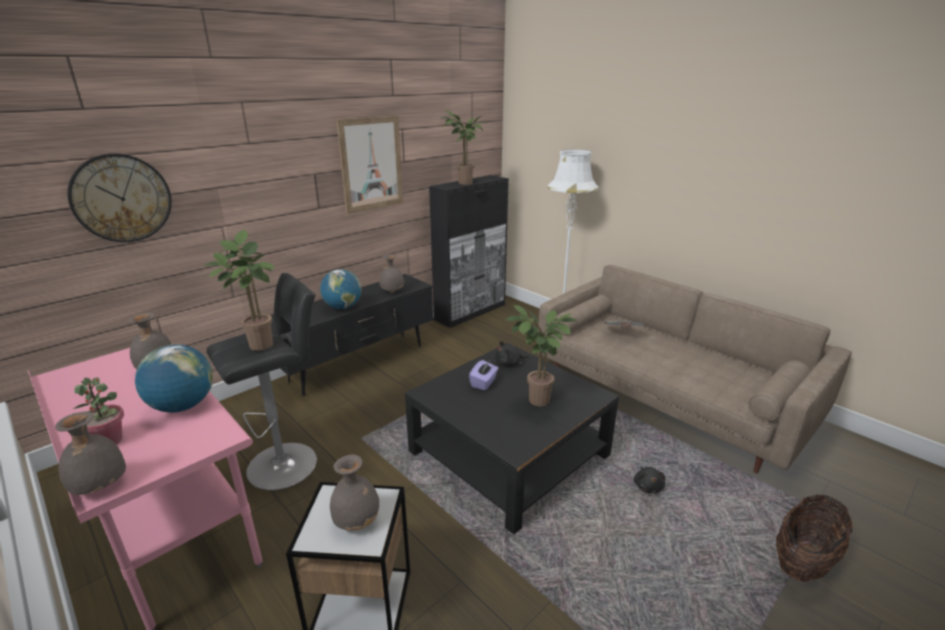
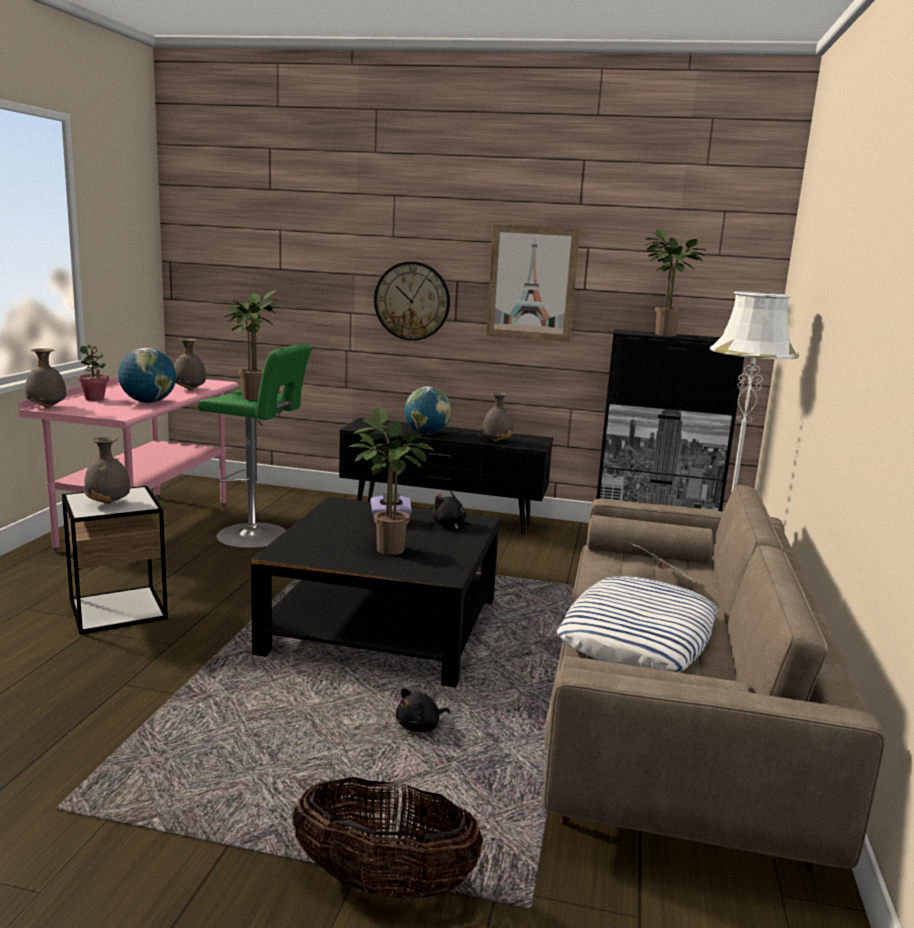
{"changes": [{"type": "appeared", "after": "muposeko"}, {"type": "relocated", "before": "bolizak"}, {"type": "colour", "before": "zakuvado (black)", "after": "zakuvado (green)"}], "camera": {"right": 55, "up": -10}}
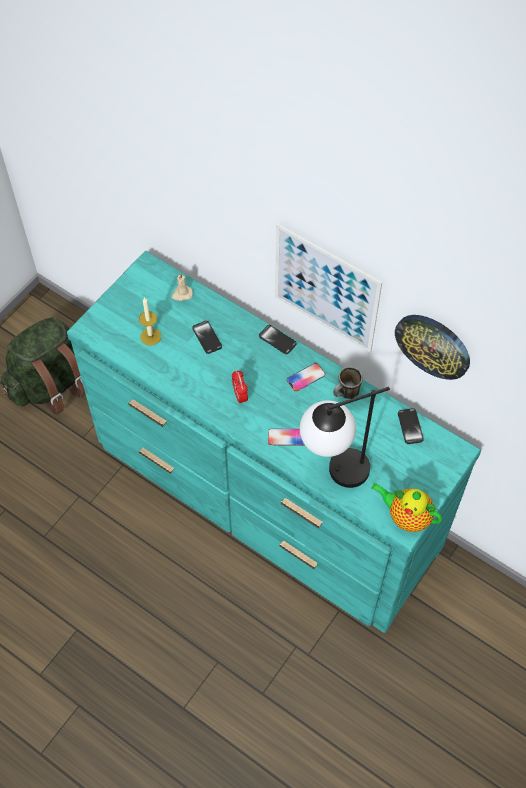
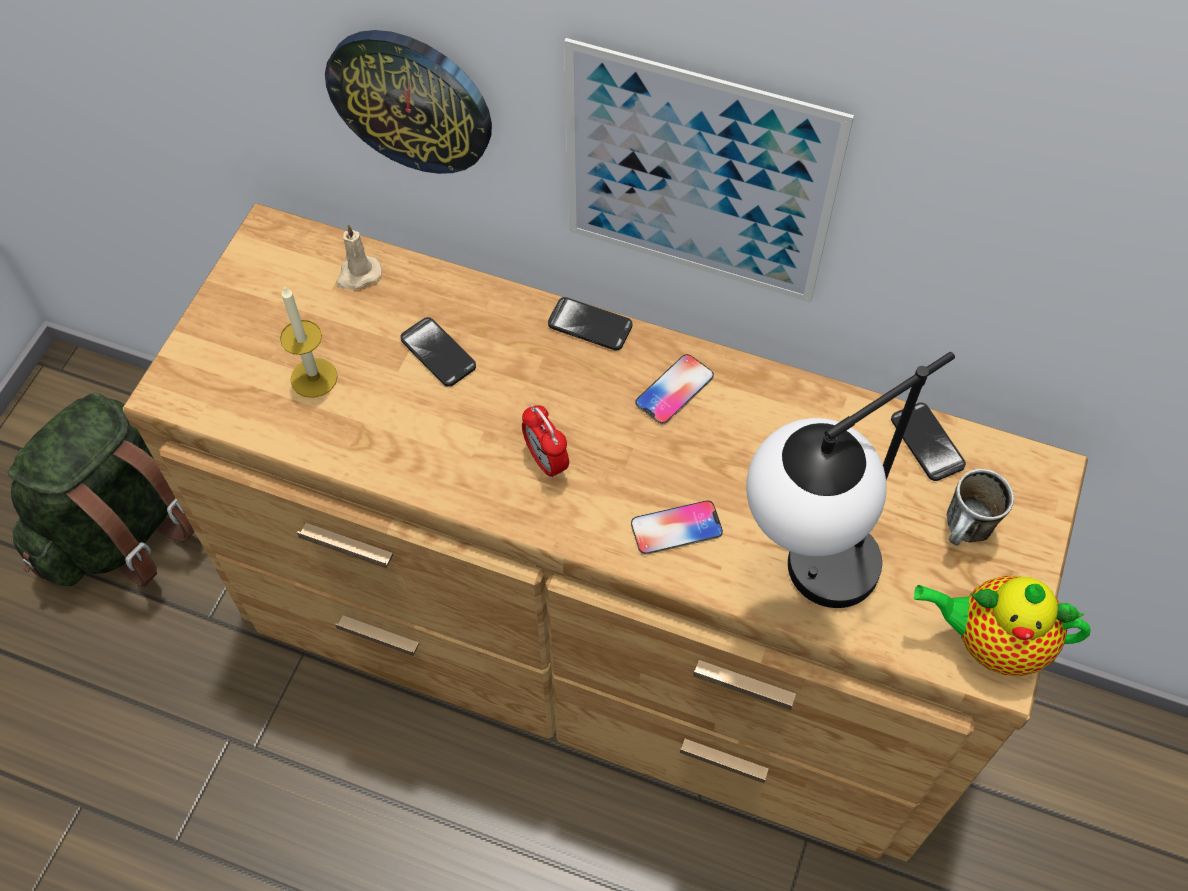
{"changes": [{"type": "relocated", "before": "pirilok"}, {"type": "relocated", "before": "bolizak"}, {"type": "colour", "before": "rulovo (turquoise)", "after": "rulovo (brown)"}], "camera": {"right": -15, "up": 0}}
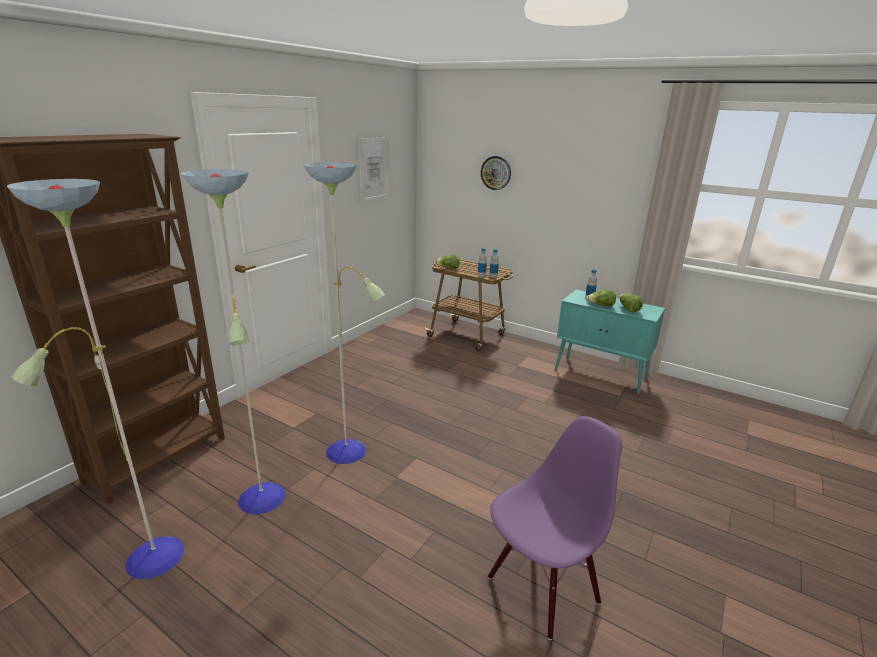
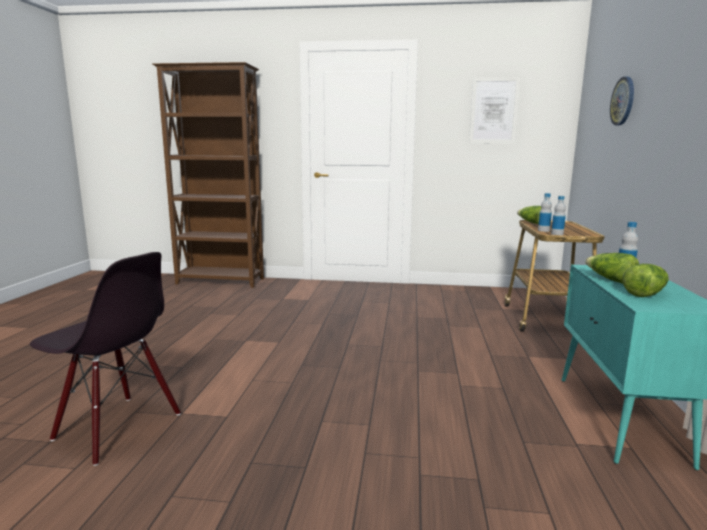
{"changes": [{"type": "missing", "before": "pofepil"}, {"type": "colour", "before": "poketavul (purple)", "after": "poketavul (black)"}], "camera": {"right": 65, "up": -10}}
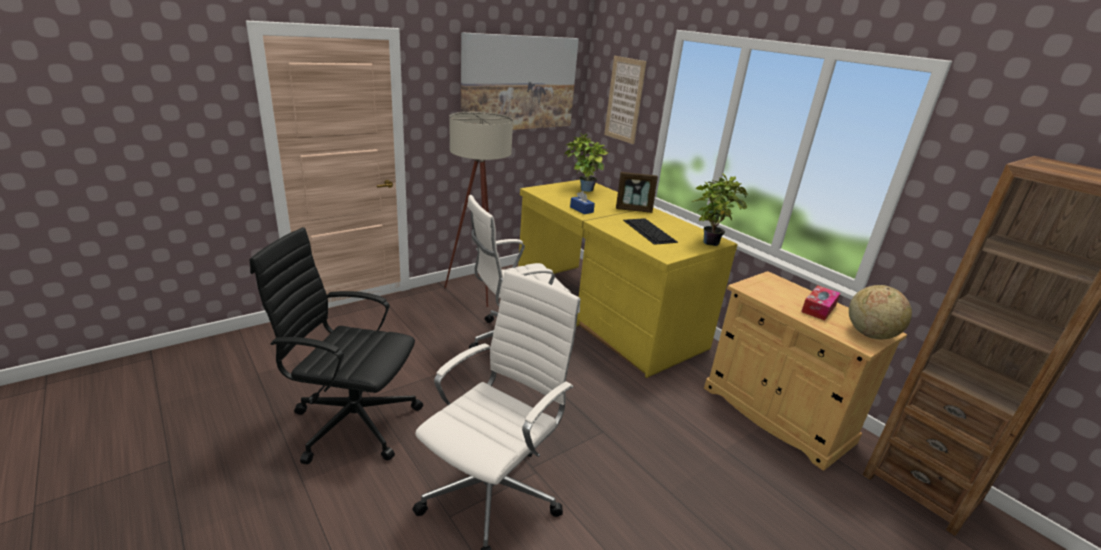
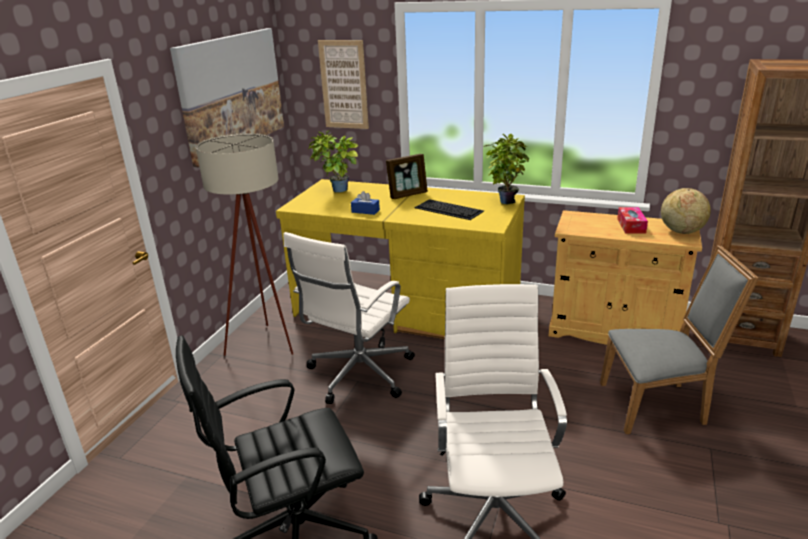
{"changes": [{"type": "appeared", "after": "poketavul (grey)"}], "camera": {"right": -30, "up": 0}}
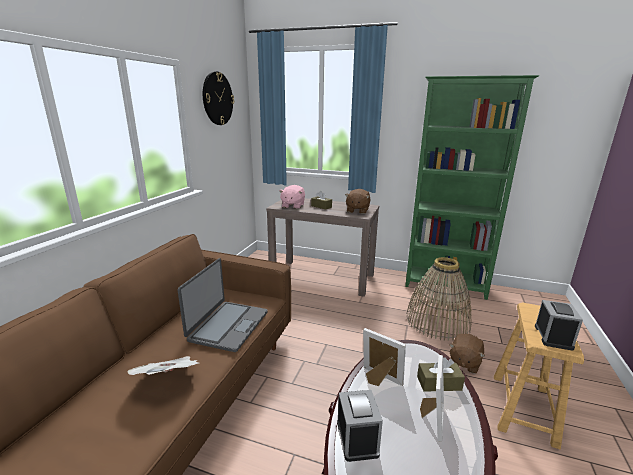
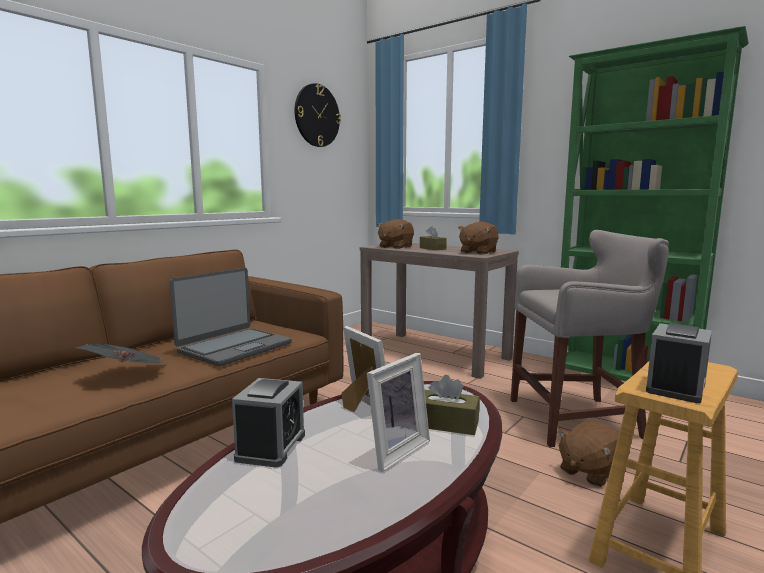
{"changes": [{"type": "exchanged", "before": "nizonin", "after": "zakuvado (grey)"}, {"type": "colour", "before": "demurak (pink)", "after": "demurak (brown) (no. 1 from left)"}], "camera": {"right": 20, "up": -10}}
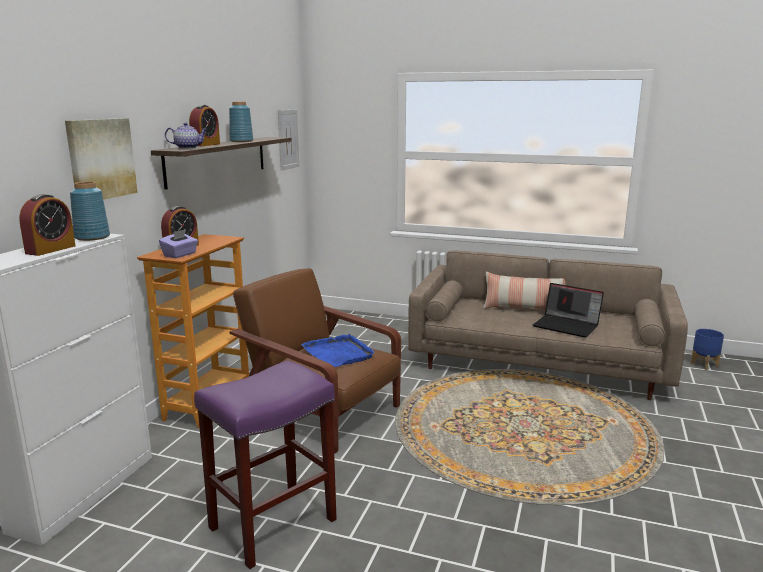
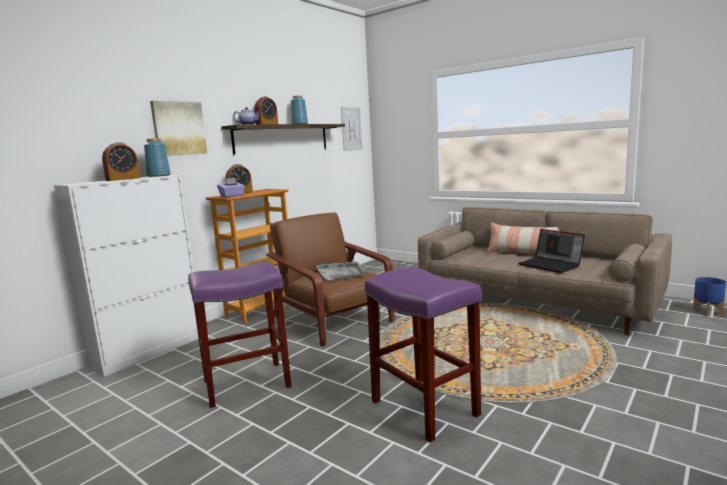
{"changes": [{"type": "appeared", "after": "zakuvado (purple) (no. 2 from left)"}, {"type": "colour", "before": "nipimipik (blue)", "after": "nipimipik (grey)"}], "camera": {"right": 20, "up": -5}}
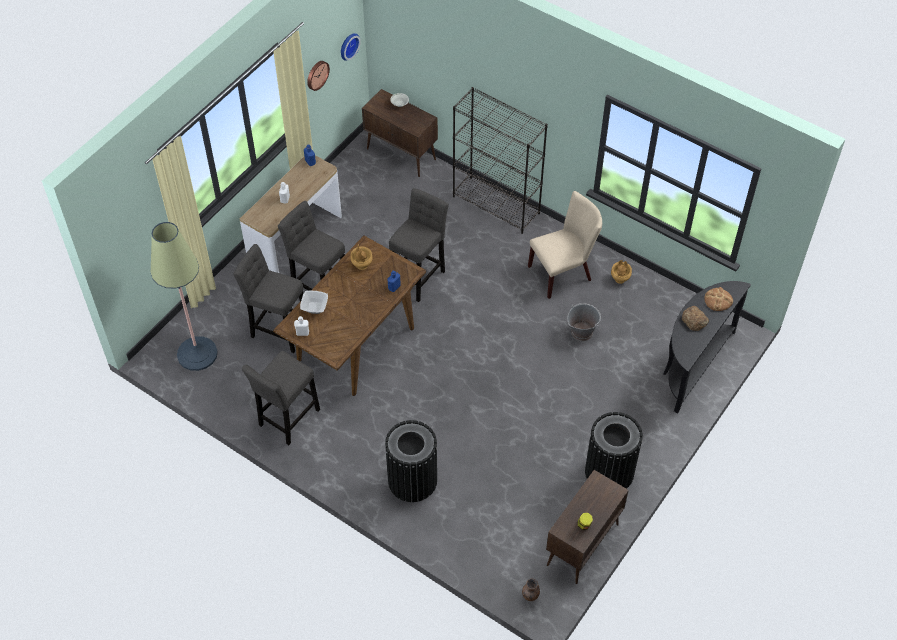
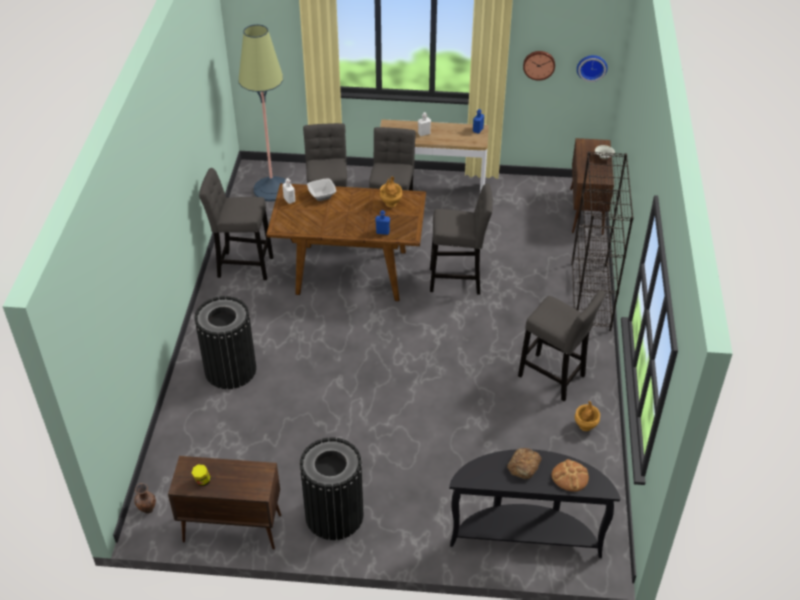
{"changes": [{"type": "missing", "before": "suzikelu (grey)"}, {"type": "exchanged", "before": "poketavul (beige)", "after": "zakuvado (grey) (no. 5 from left)"}], "camera": {"right": 60, "up": -10}}
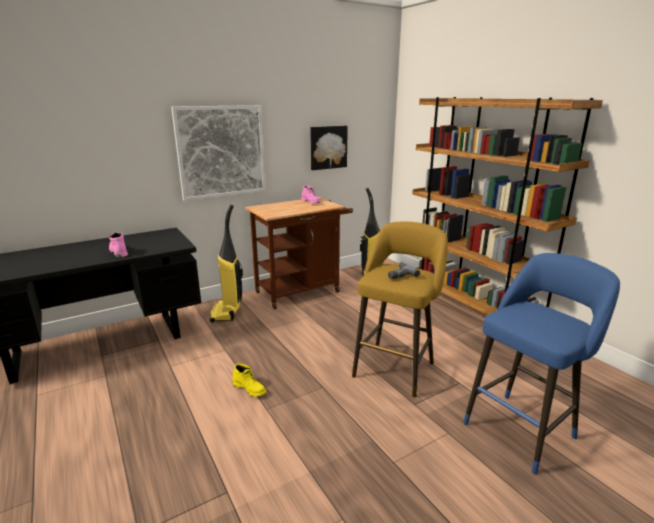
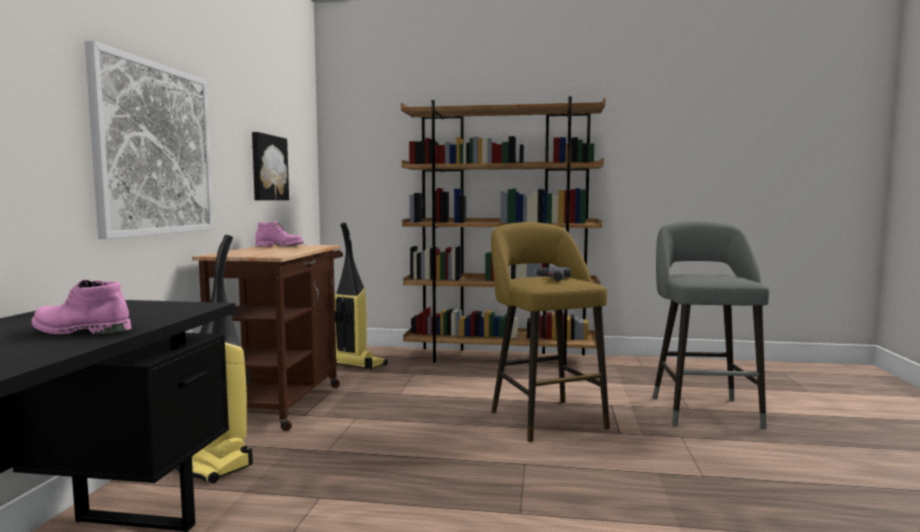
{"changes": [{"type": "missing", "before": "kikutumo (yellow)"}, {"type": "colour", "before": "zakuvado (blue)", "after": "zakuvado (grey)"}], "camera": {"right": -50, "up": -15}}
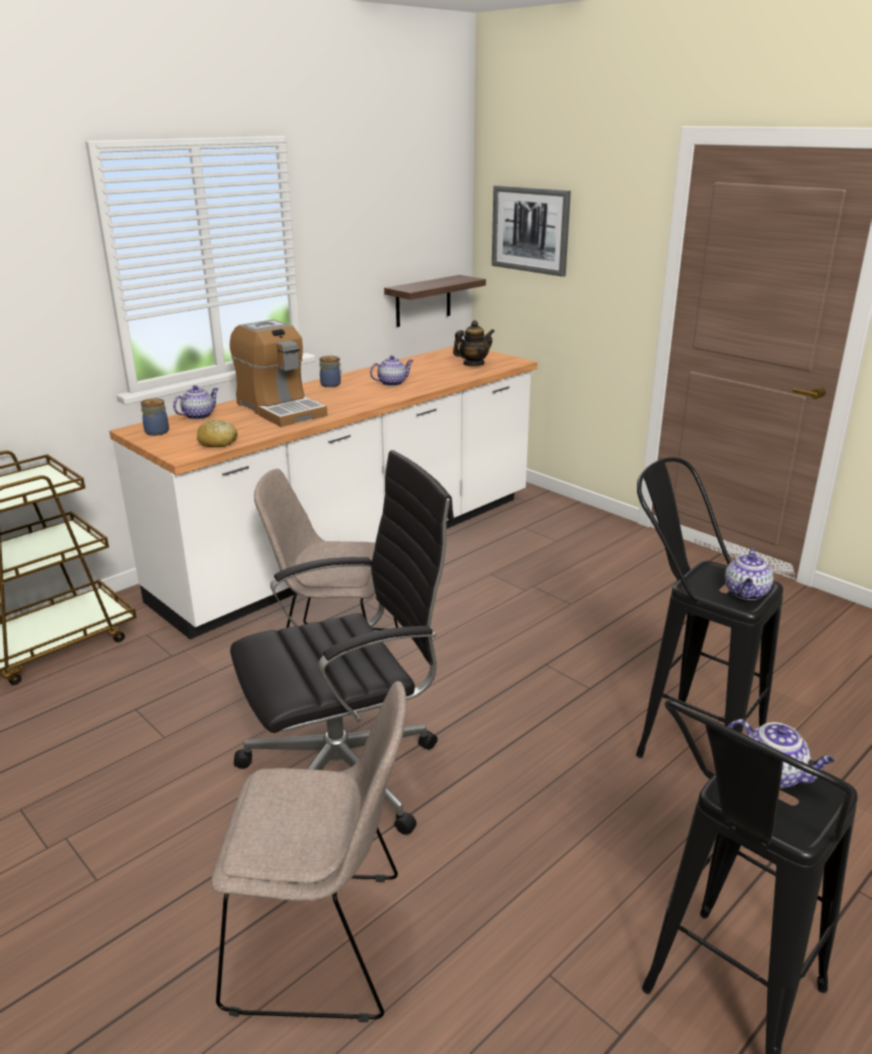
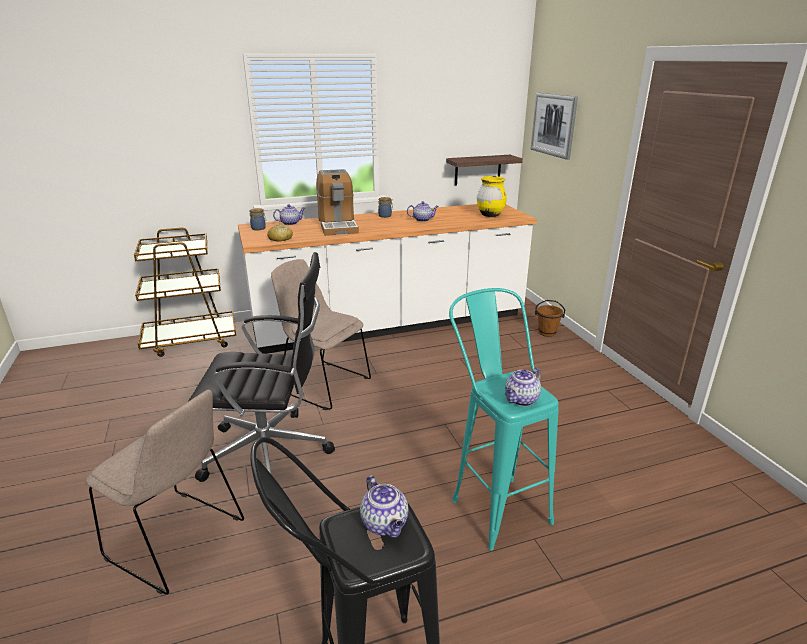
{"changes": [{"type": "appeared", "after": "suzikelu (brown)"}, {"type": "exchanged", "before": "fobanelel (no. 3 from left)", "after": "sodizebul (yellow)"}, {"type": "colour", "before": "zakuvado (black) (no. 1 from left)", "after": "zakuvado (turquoise)"}], "camera": {"right": 25, "up": 0}}
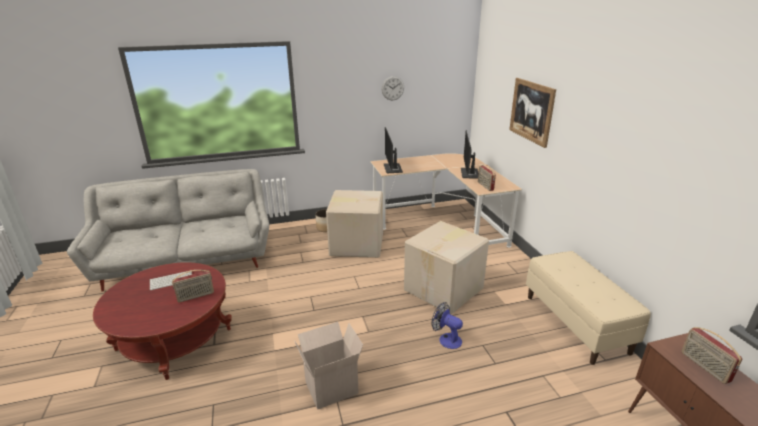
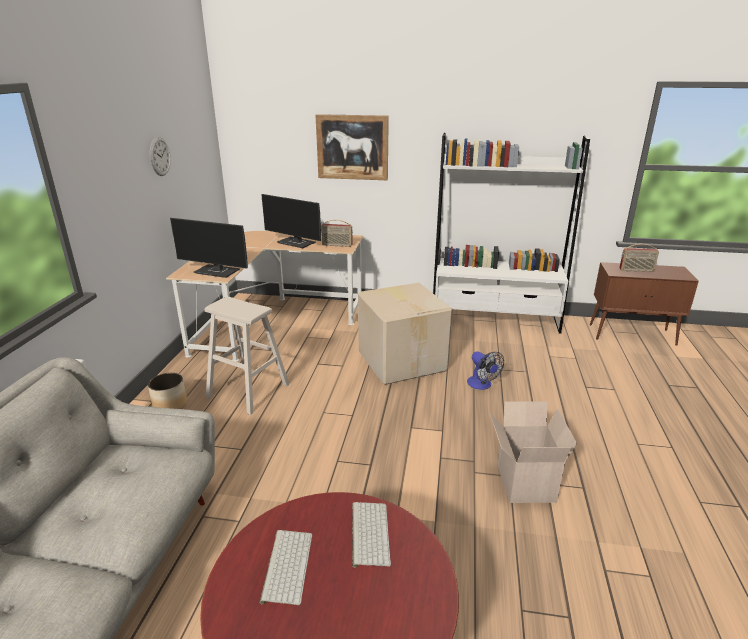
{"changes": [{"type": "exchanged", "before": "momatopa (no. 1 from left)", "after": "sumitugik (no. 2 from left)"}, {"type": "exchanged", "before": "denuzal (no. 2 from left)", "after": "zakuvado (beige)"}, {"type": "exchanged", "before": "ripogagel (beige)", "after": "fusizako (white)"}, {"type": "spun", "before": "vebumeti", "turn": -90}], "camera": {"right": -65, "up": 0}}
